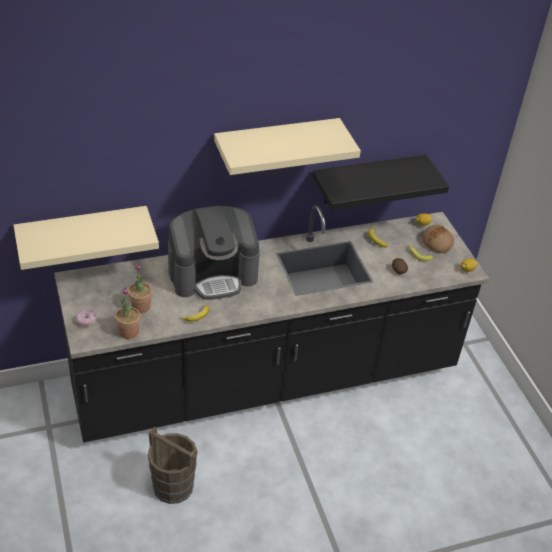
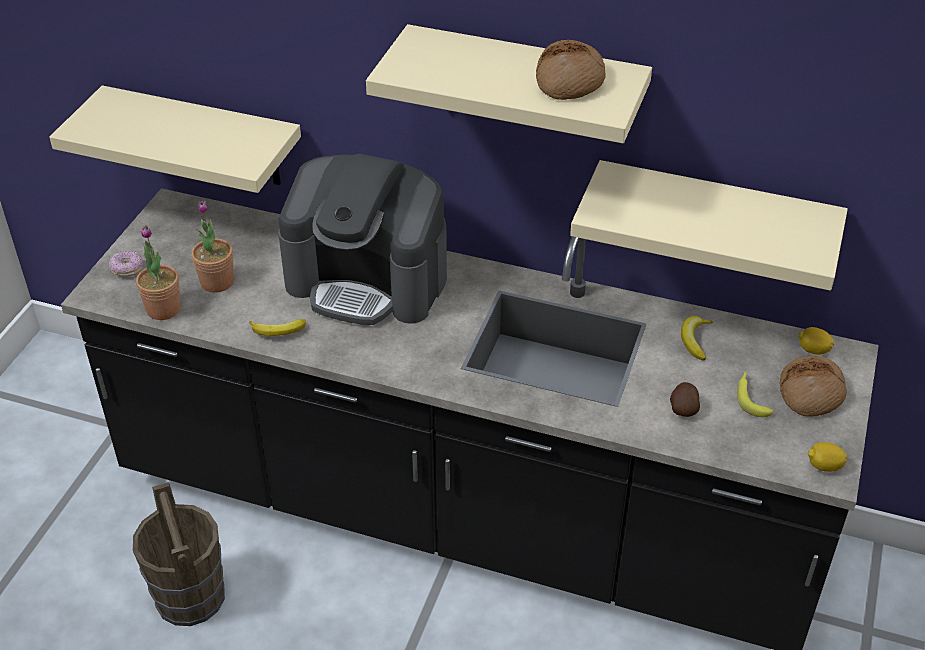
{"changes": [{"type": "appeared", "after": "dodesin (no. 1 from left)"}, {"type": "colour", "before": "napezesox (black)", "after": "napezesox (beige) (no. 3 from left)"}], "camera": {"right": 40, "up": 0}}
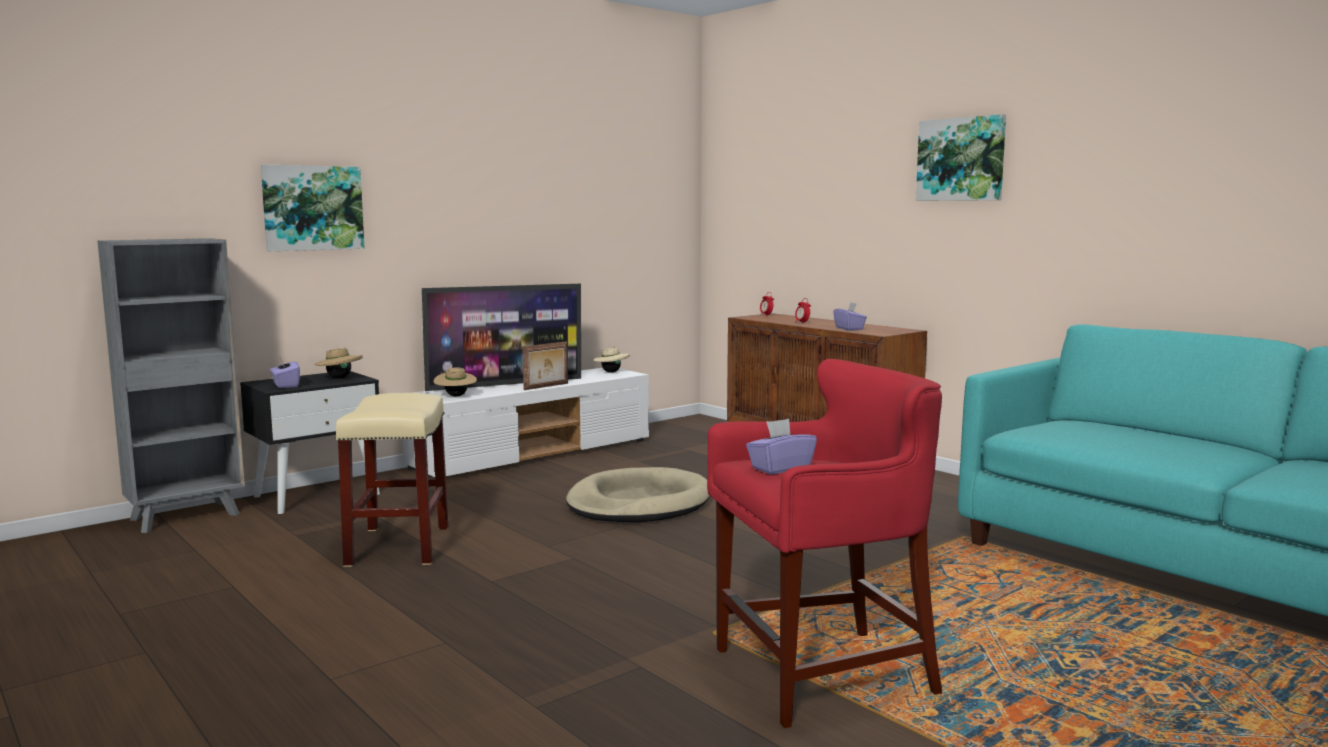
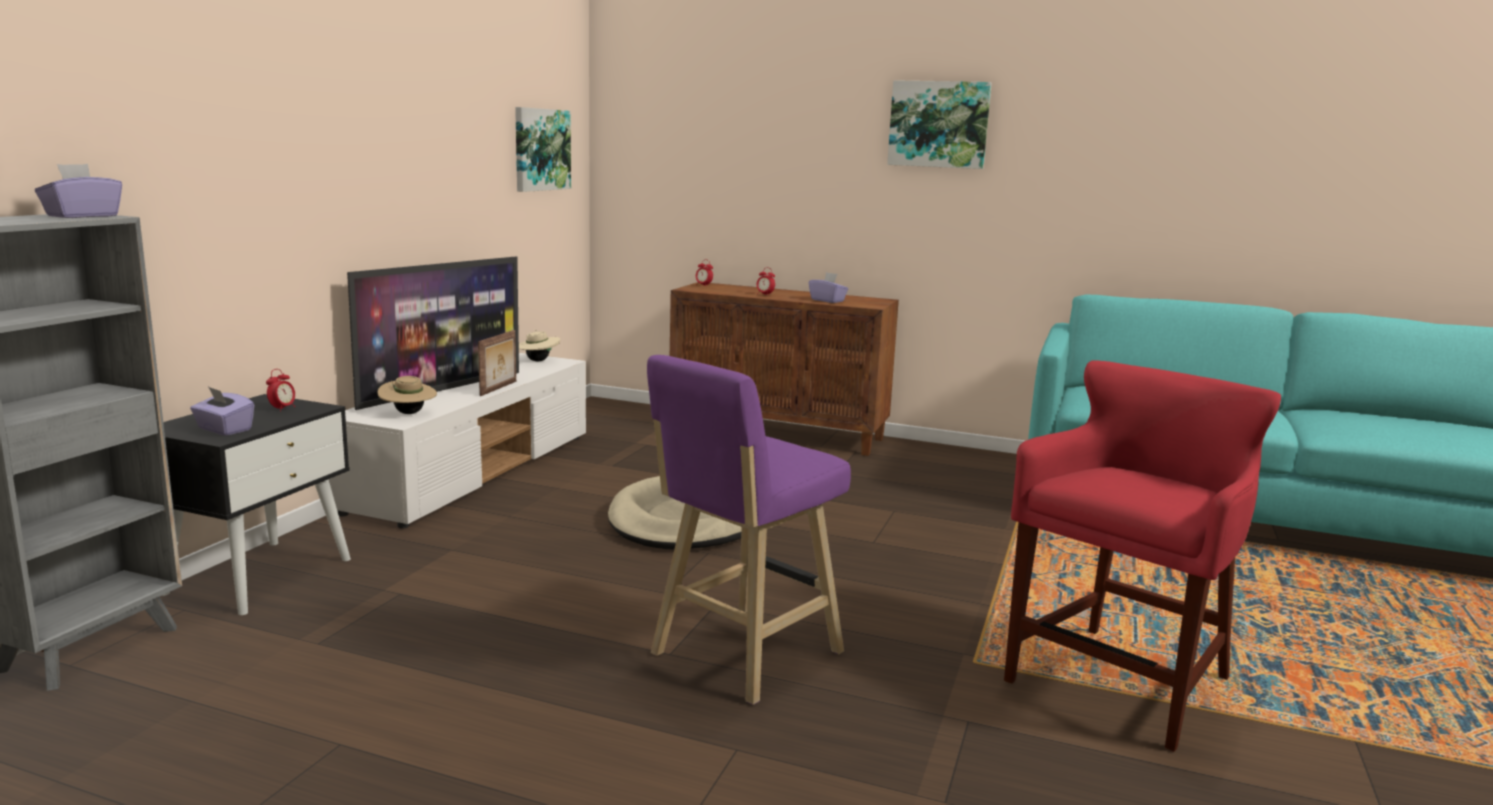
{"changes": [{"type": "missing", "before": "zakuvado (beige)"}, {"type": "appeared", "after": "zakuvado (purple)"}, {"type": "relocated", "before": "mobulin (no. 1 from left)"}, {"type": "relocated", "before": "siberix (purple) (no. 2 from left in the first image)", "after": "siberix (purple) (no. 1 from left)"}, {"type": "exchanged", "before": "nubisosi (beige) (no. 1 from left)", "after": "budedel (no. 1 from left)"}], "camera": {"right": -30, "up": 5}}
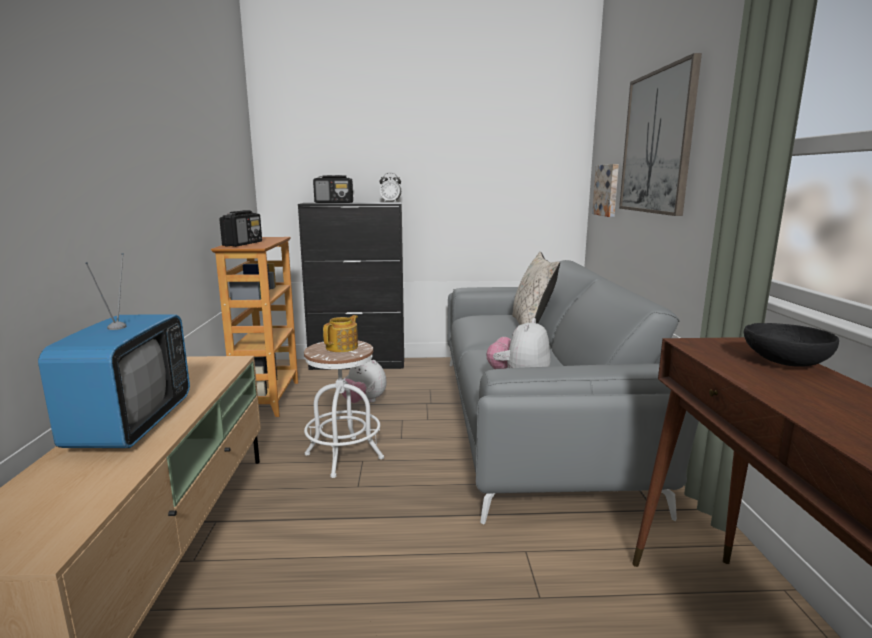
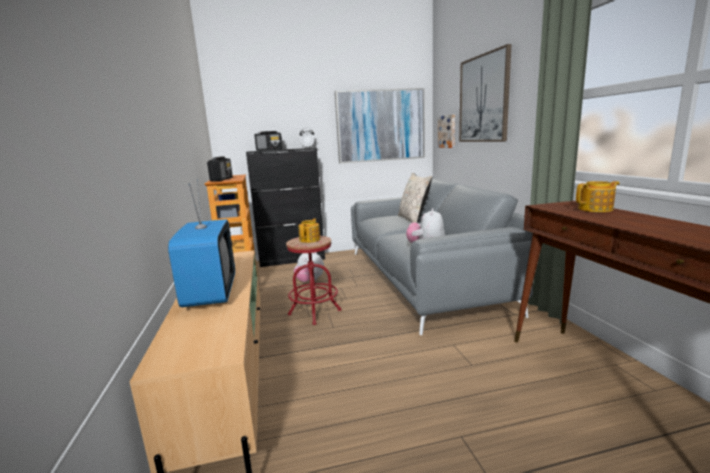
{"changes": [{"type": "appeared", "after": "mobulin (no. 1 from left)"}, {"type": "exchanged", "before": "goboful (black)", "after": "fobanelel (no. 2 from left)"}, {"type": "colour", "before": "zakuvado (white)", "after": "zakuvado (red)"}], "camera": {"right": -10, "up": 0}}
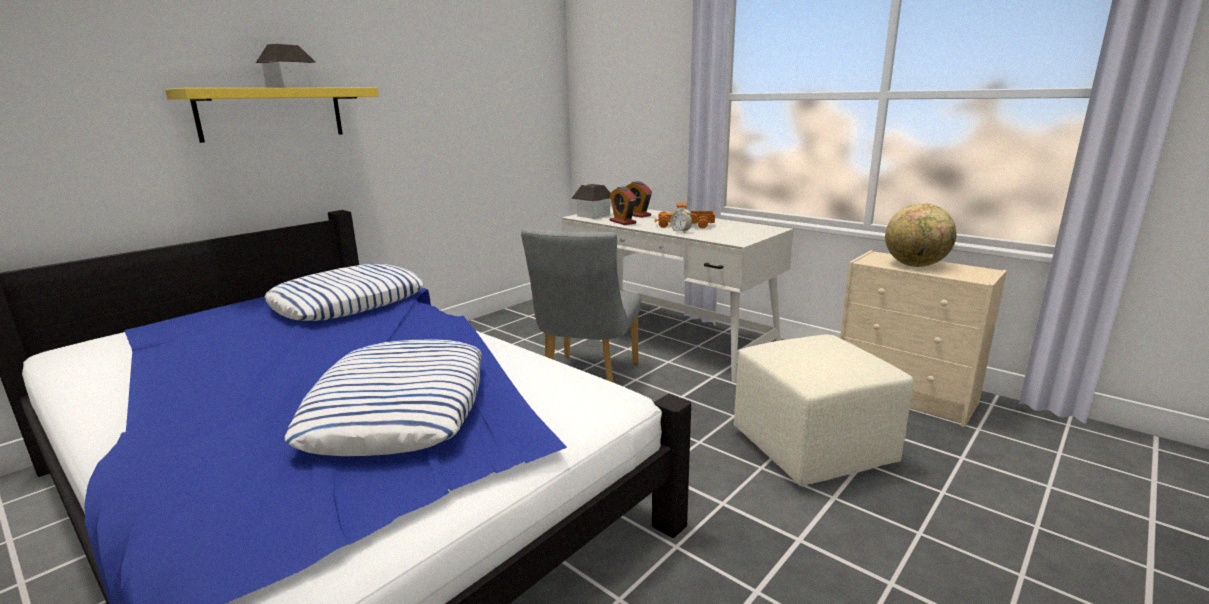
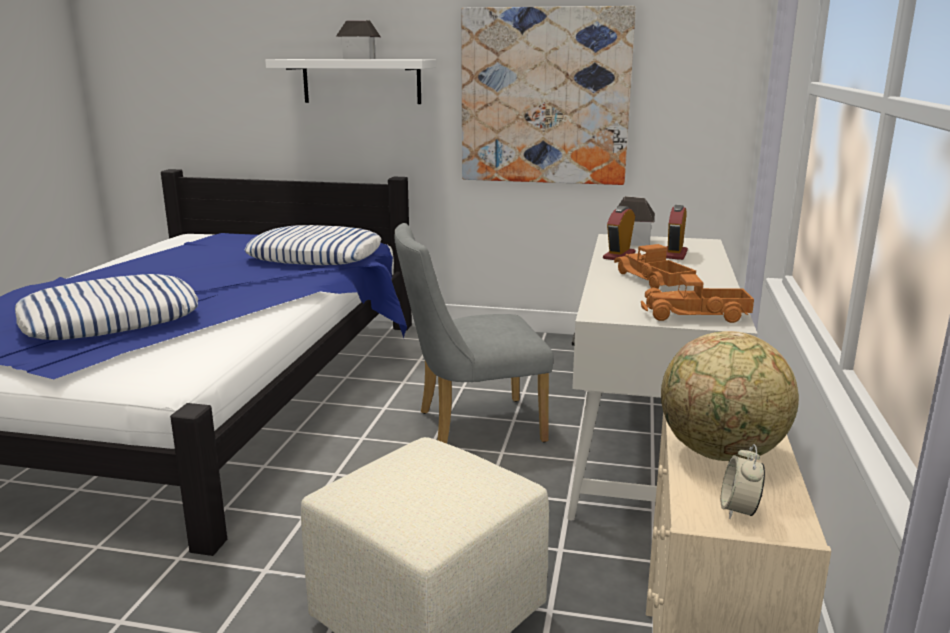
{"changes": [{"type": "appeared", "after": "mobulin"}, {"type": "appeared", "after": "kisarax (no. 2 from left)"}, {"type": "relocated", "before": "budedel (no. 3 from left)"}, {"type": "colour", "before": "napezesox (yellow)", "after": "napezesox (white)"}], "camera": {"right": 60, "up": 0}}
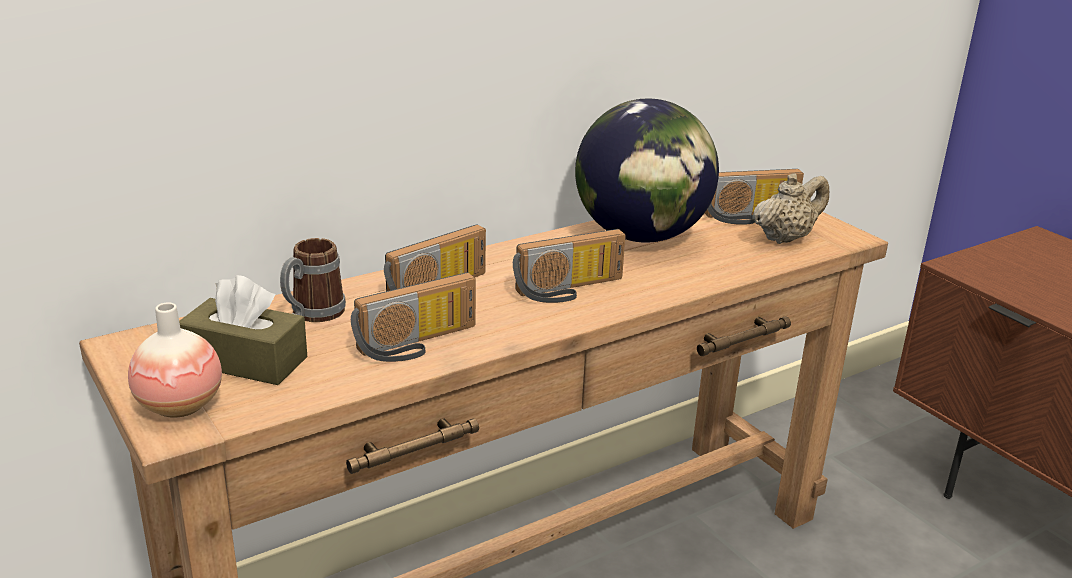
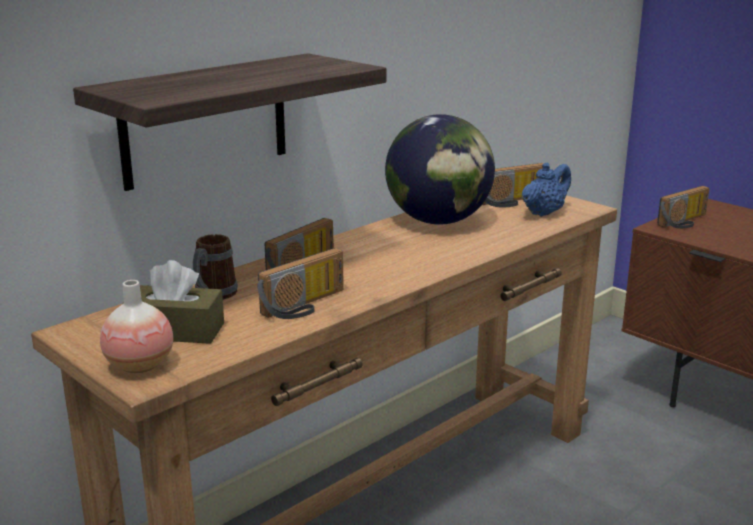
{"changes": [{"type": "appeared", "after": "napezesox"}, {"type": "relocated", "before": "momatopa (no. 3 from left in the first image)", "after": "momatopa (no. 4 from left)"}, {"type": "colour", "before": "fobanelel (beige)", "after": "fobanelel (blue)"}], "camera": {"right": -10, "up": -5}}
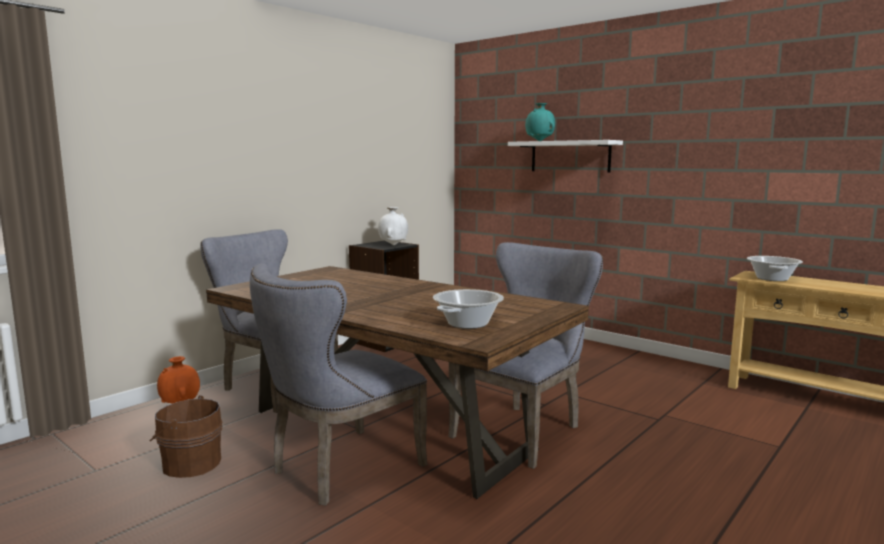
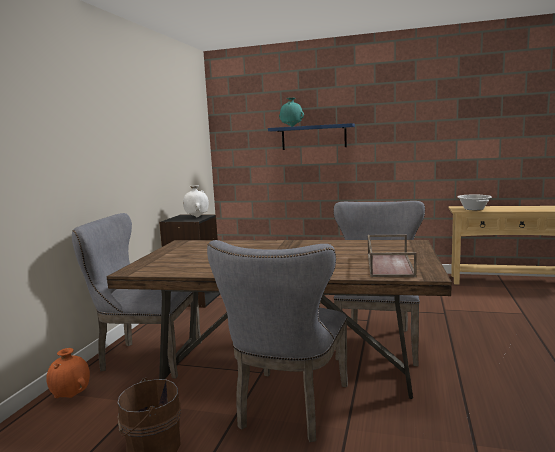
{"changes": [{"type": "exchanged", "before": "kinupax (no. 1 from left)", "after": "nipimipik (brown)"}, {"type": "colour", "before": "napezesox (white)", "after": "napezesox (blue)"}], "camera": {"right": -25, "up": 0}}
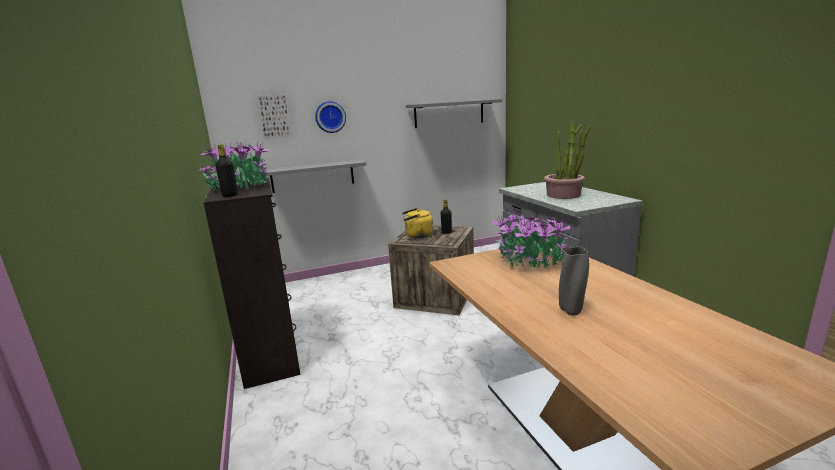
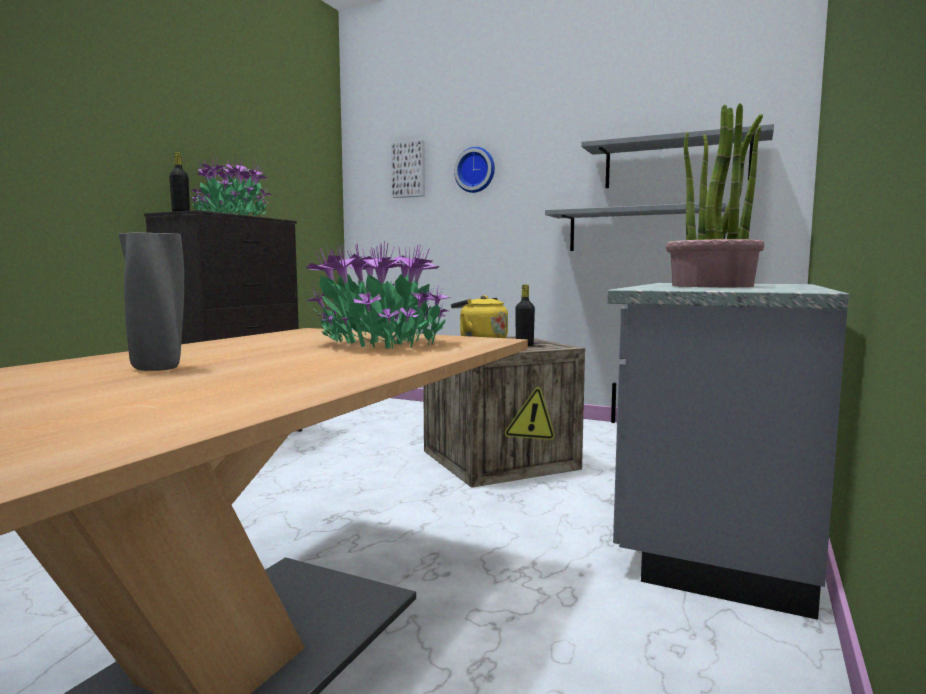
{"changes": [{"type": "relocated", "before": "napezesox (grey) (no. 1 from left)"}], "camera": {"right": 45, "up": -10}}
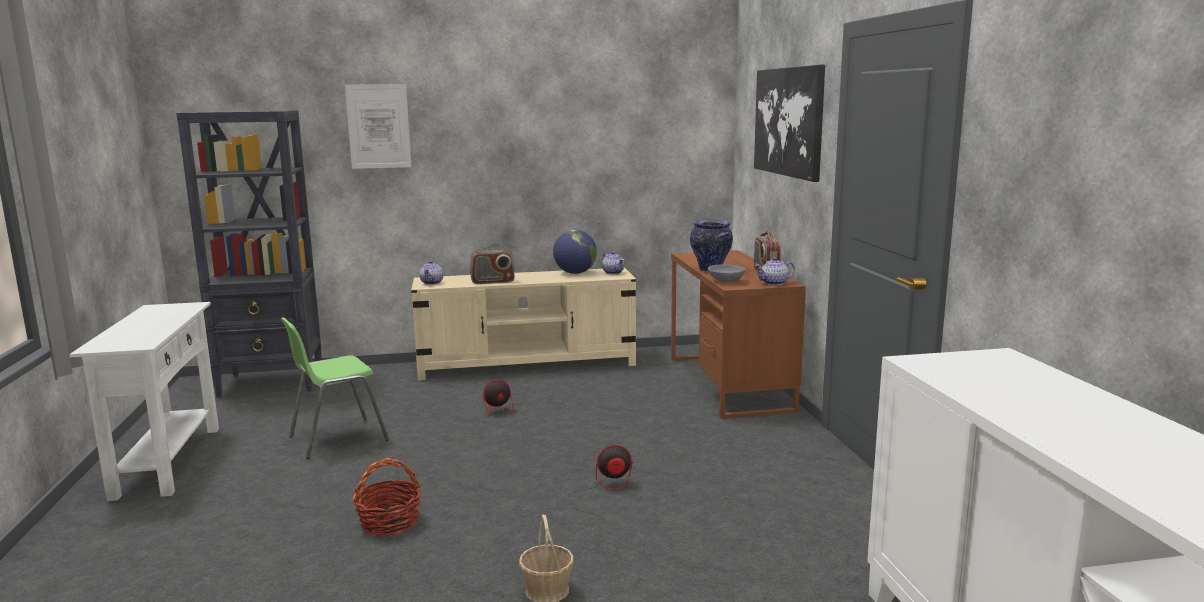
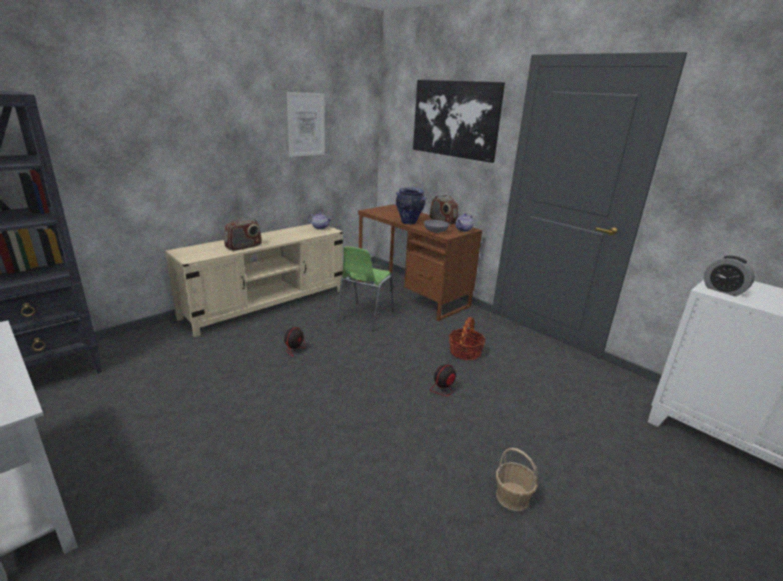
{"changes": [{"type": "missing", "before": "fobanelel (no. 1 from left)"}, {"type": "missing", "before": "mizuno"}, {"type": "appeared", "after": "budedel"}, {"type": "relocated", "before": "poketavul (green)"}, {"type": "relocated", "before": "mobulin (no. 1 from left)"}, {"type": "relocated", "before": "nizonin (no. 1 from left)"}], "camera": {"right": -35, "up": 10}}
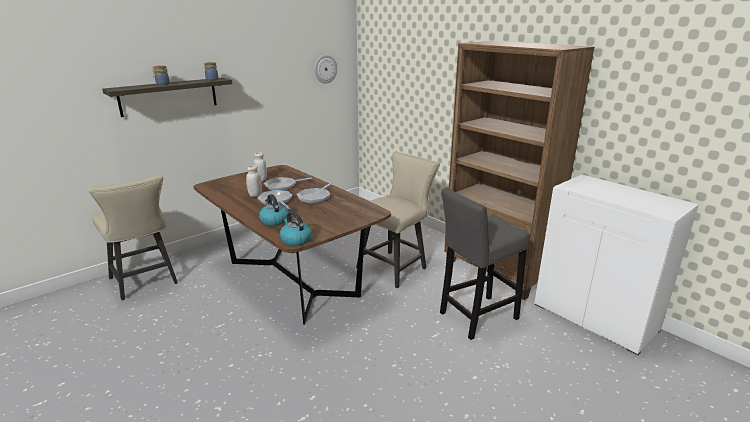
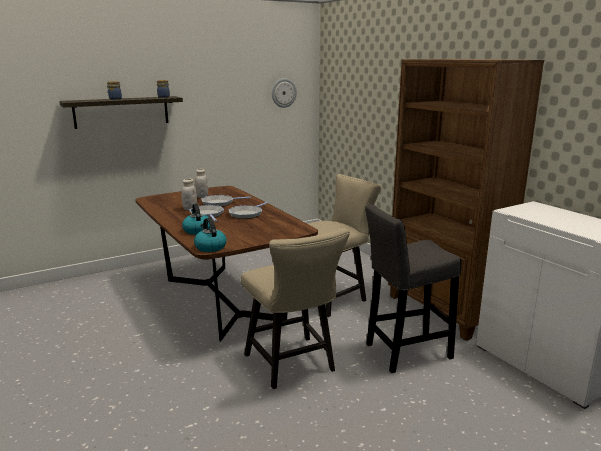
{"changes": [{"type": "relocated", "before": "poketavul (beige) (no. 1 from left)"}], "camera": {"right": 10, "up": -5}}
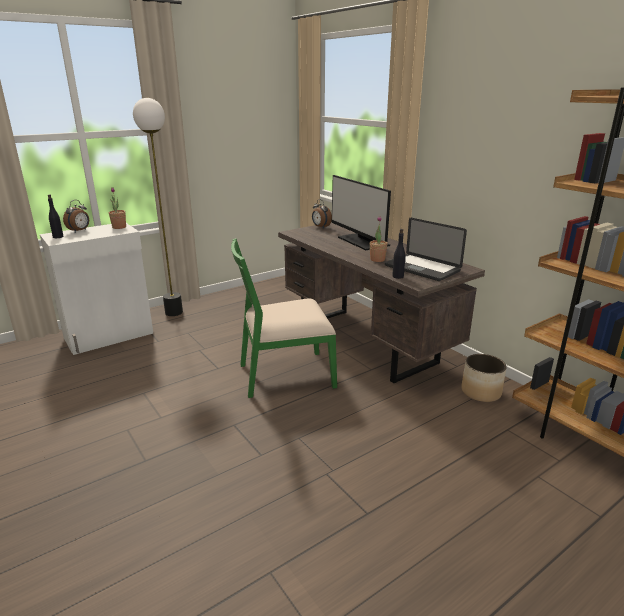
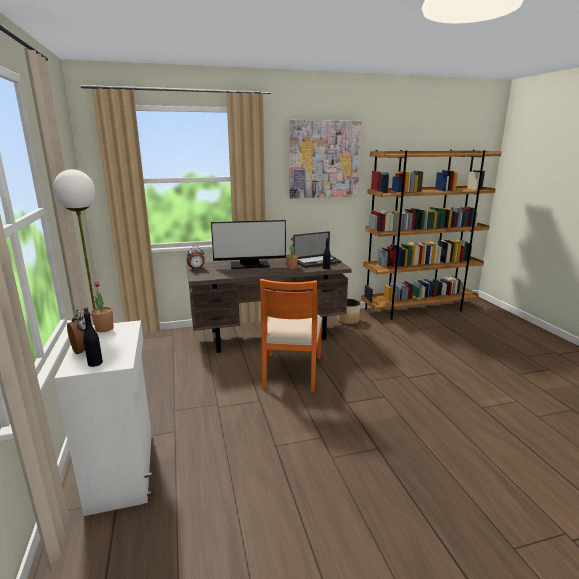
{"changes": [{"type": "appeared", "after": "mobulin"}, {"type": "colour", "before": "poketavul (green)", "after": "poketavul (orange)"}], "camera": {"right": -70, "up": -5}}
